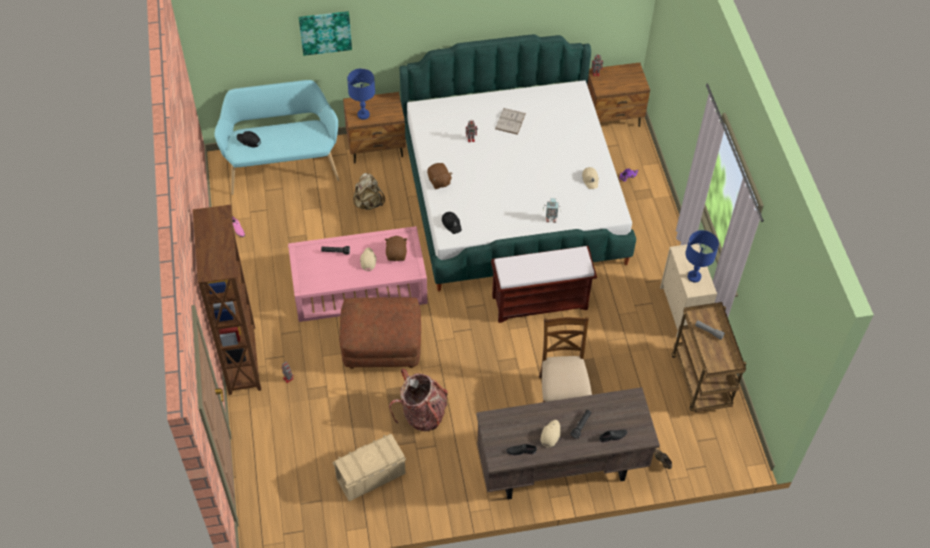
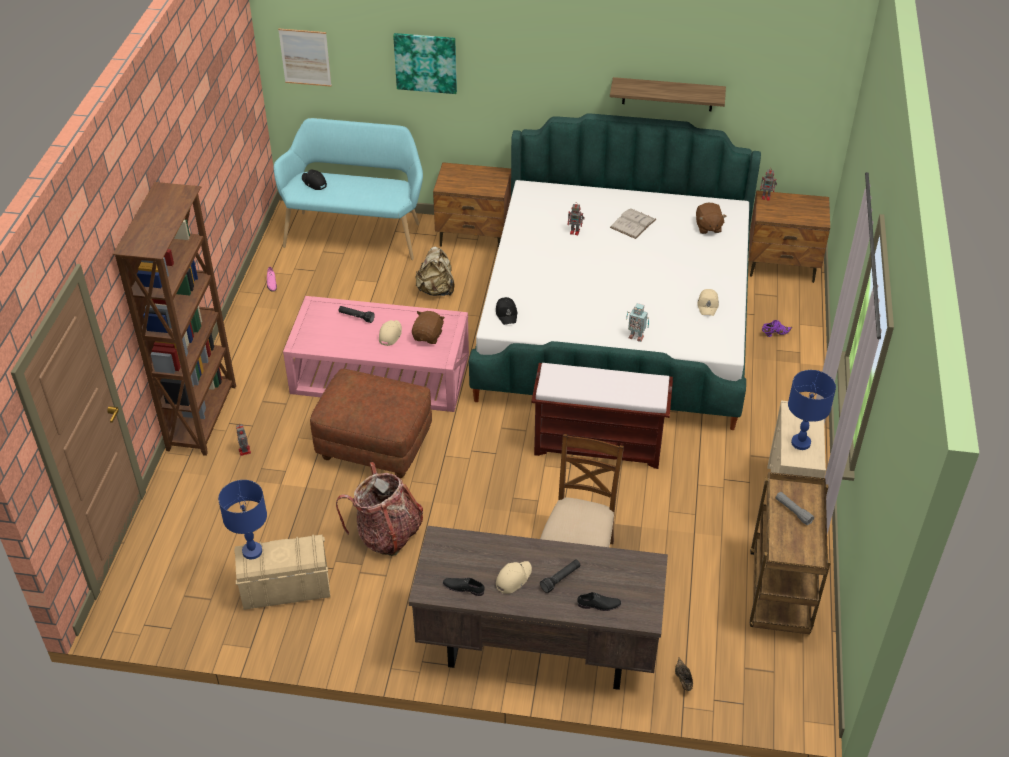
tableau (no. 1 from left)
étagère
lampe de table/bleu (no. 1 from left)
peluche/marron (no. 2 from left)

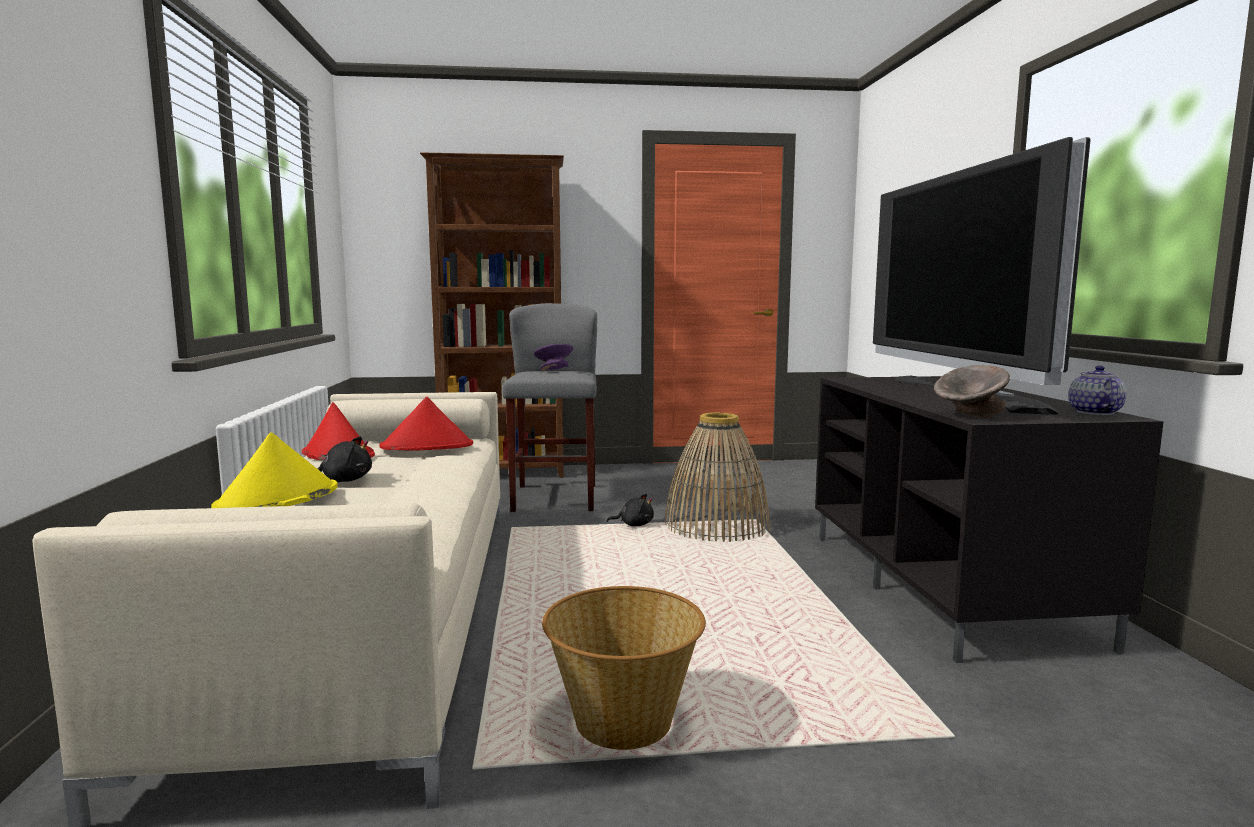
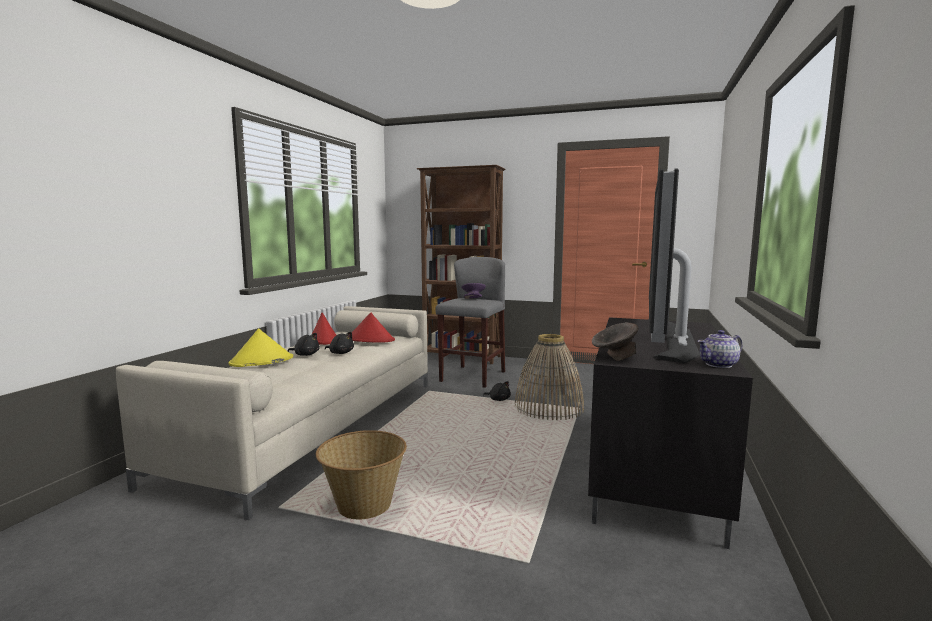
peluche/noir (no. 2 from left)
théière

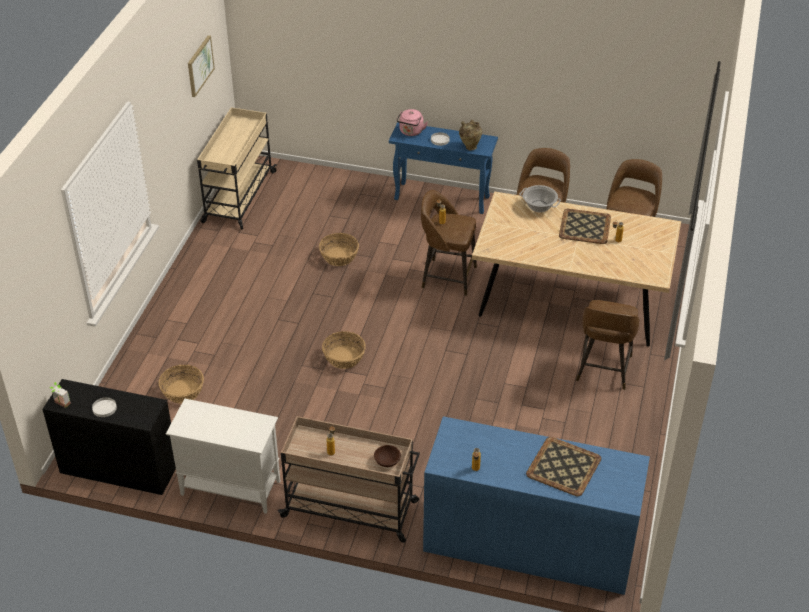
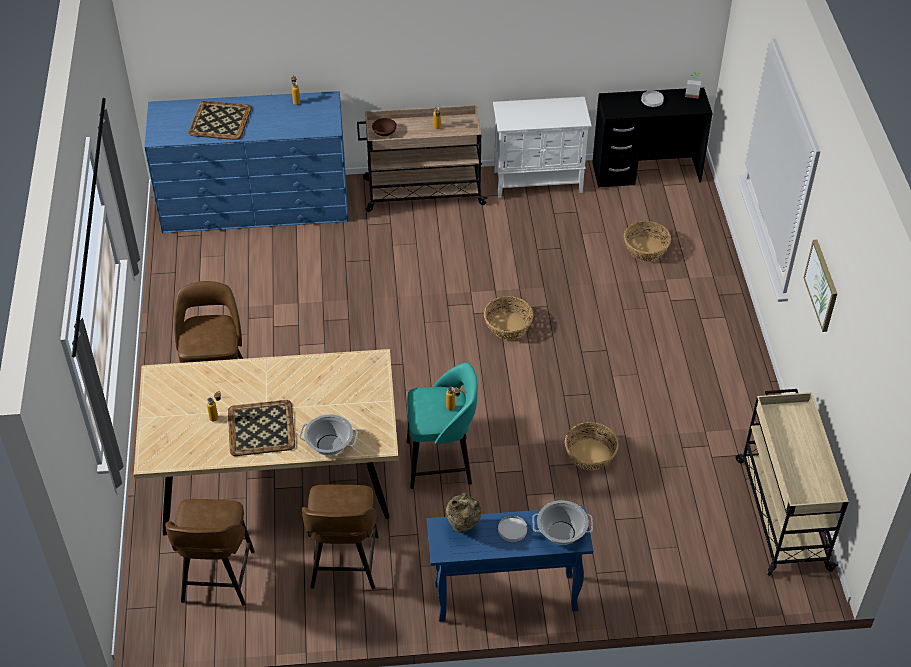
tableau
marmite (no. 2 from left)
tabouret/turquoise

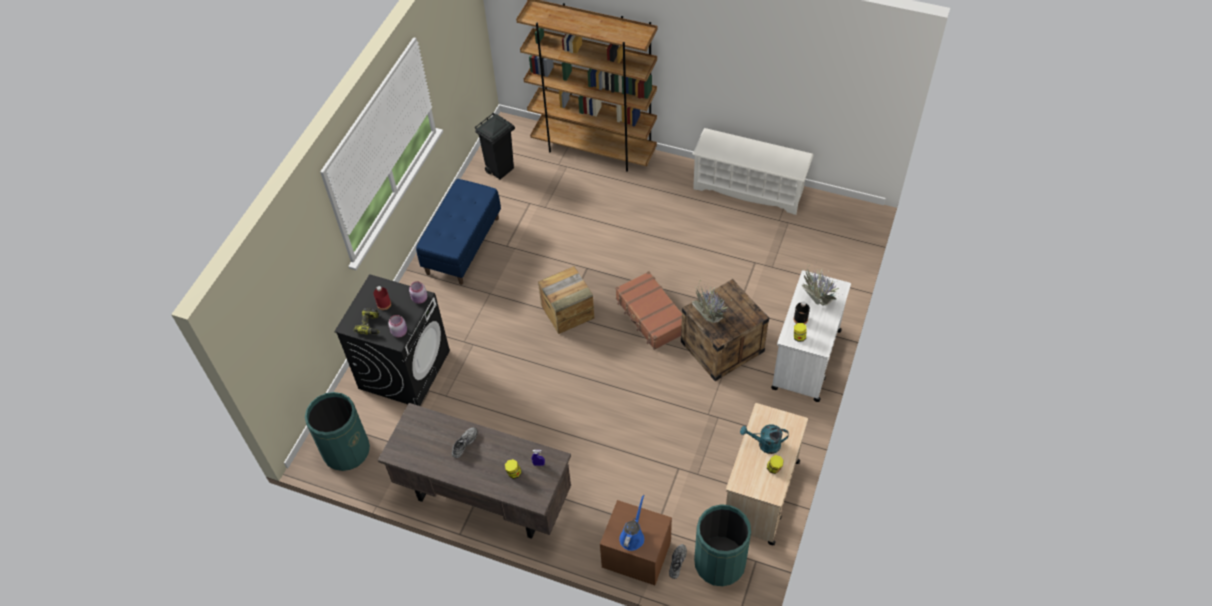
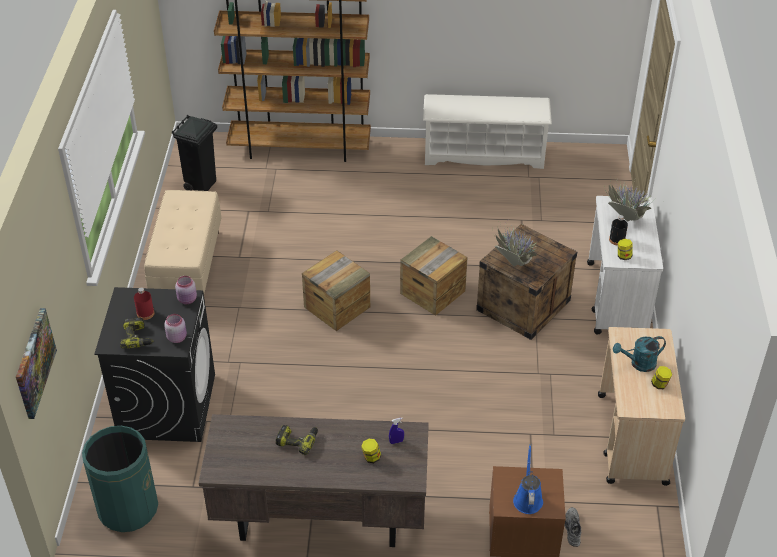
poubelle/vert (no. 2 from left in the first image)
tableau
perceuse (no. 2 from left)
caisse (no. 2 from left)
banc/beige

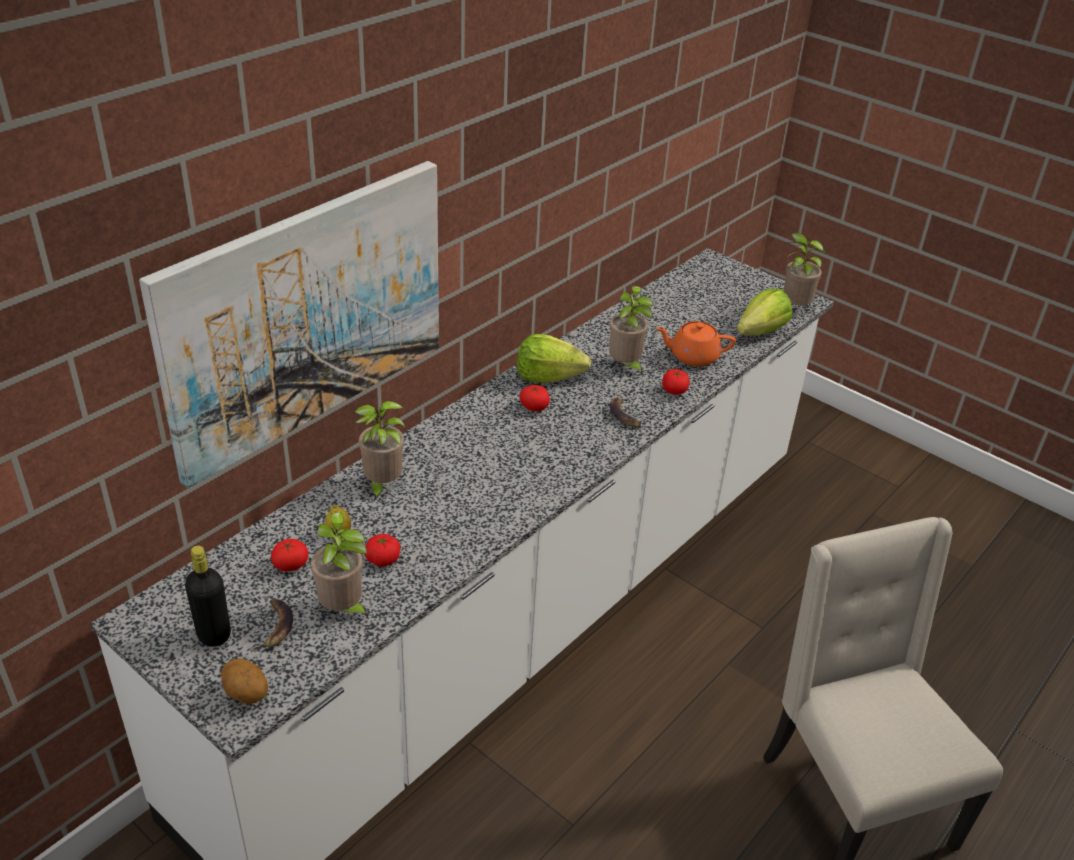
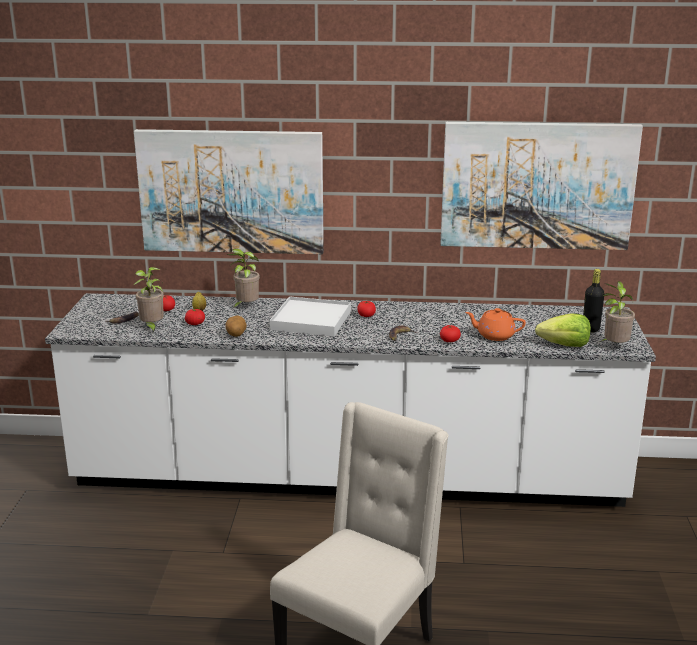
laitue (no. 1 from left in the first image)
plante en pot (no. 3 from left in the first image)
plateau/blanc
tableau (no. 2 from left)
bouteille/noir
pomme de terre
théière/orange

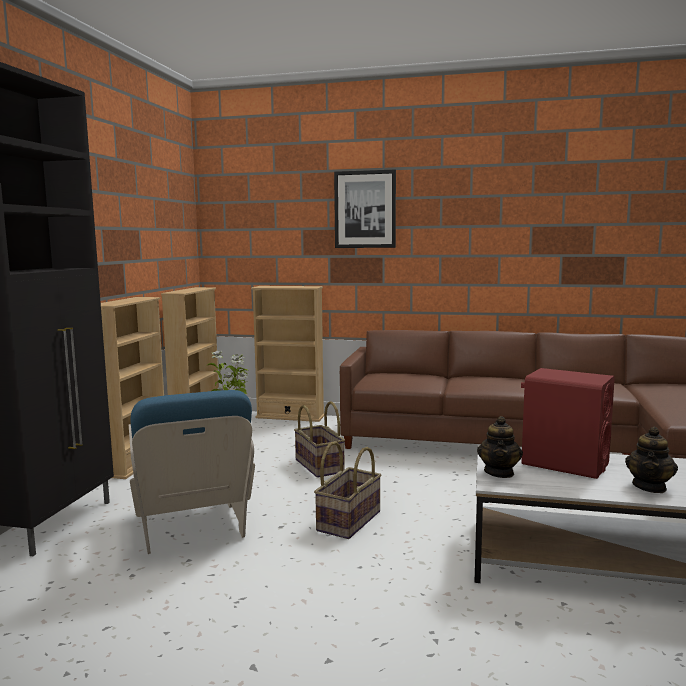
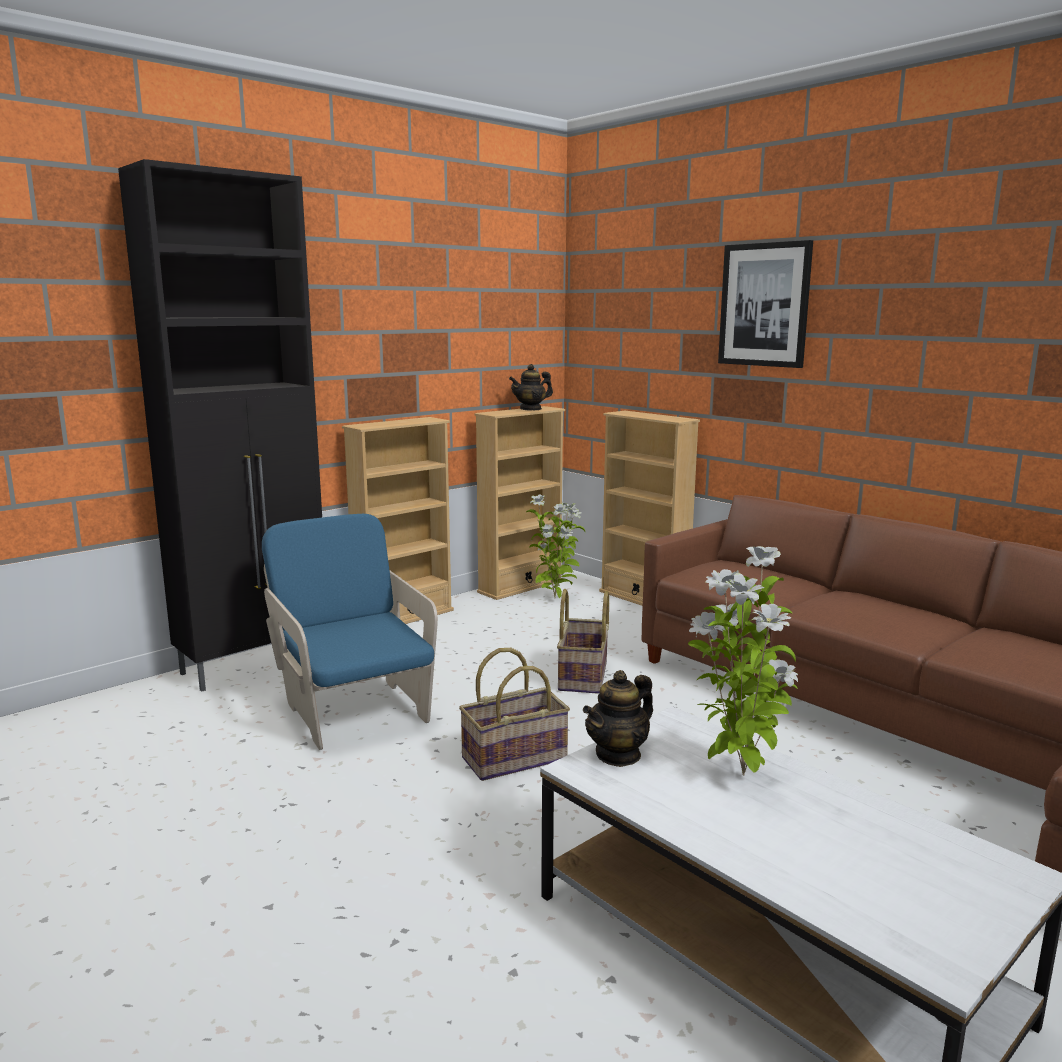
théière (no. 1 from left)
plante en pot (no. 2 from left)
fauteuil/bleu

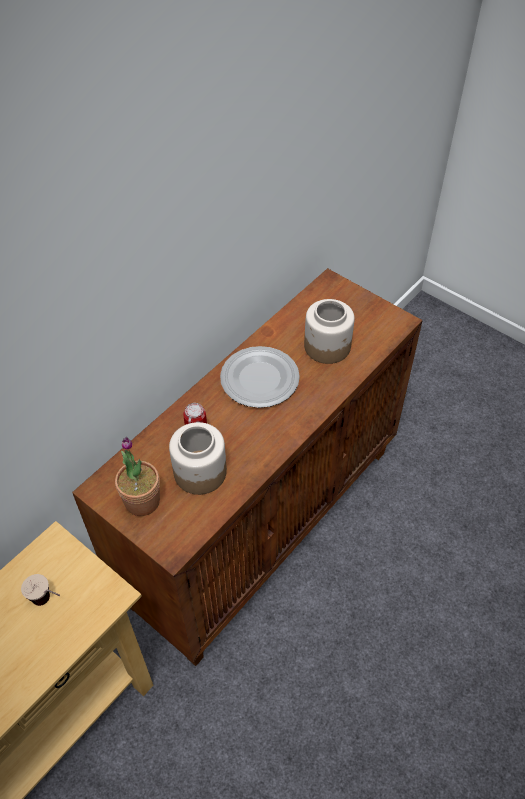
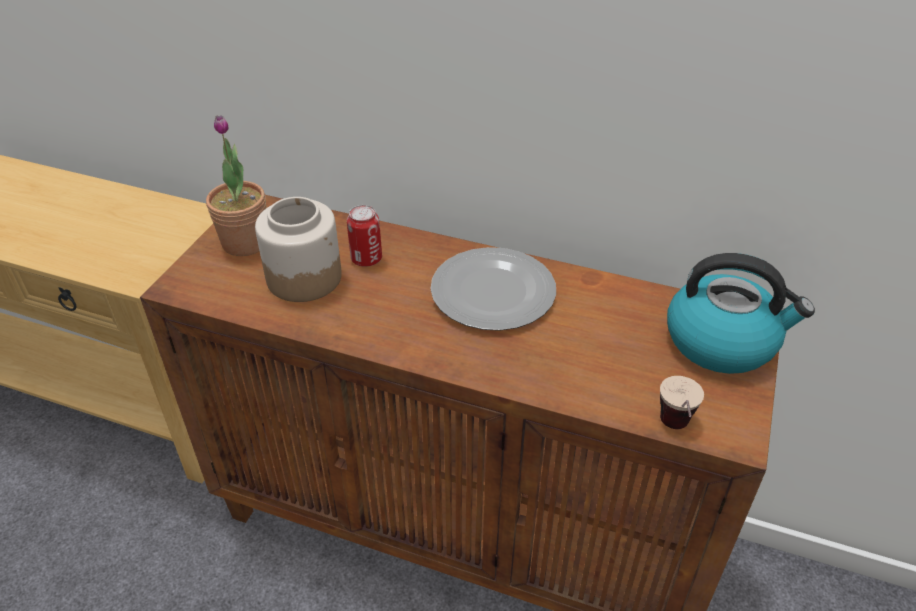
bocal (no. 2 from left in the first image)
bouilloire
tasse

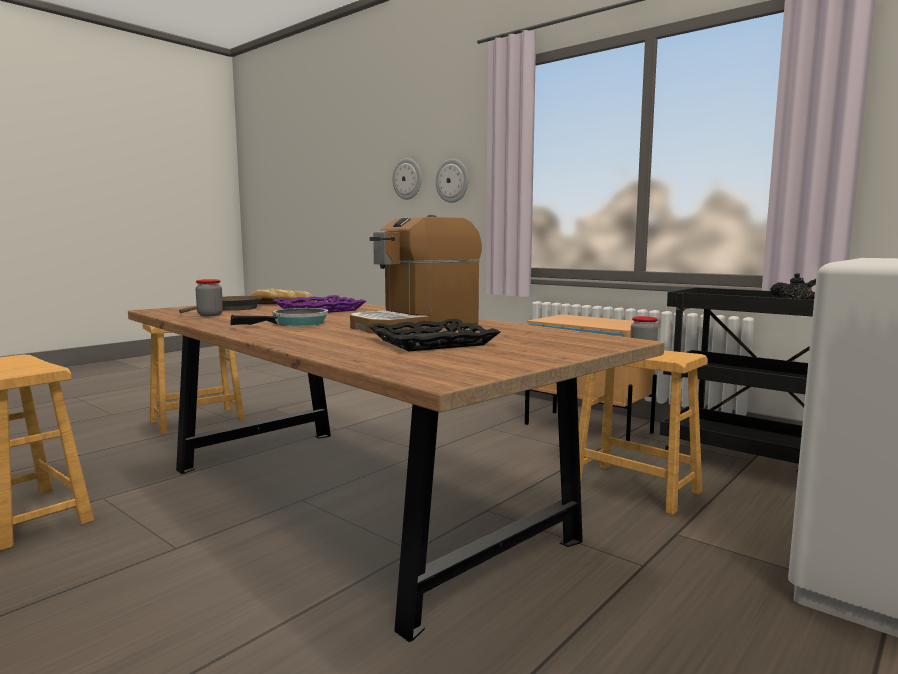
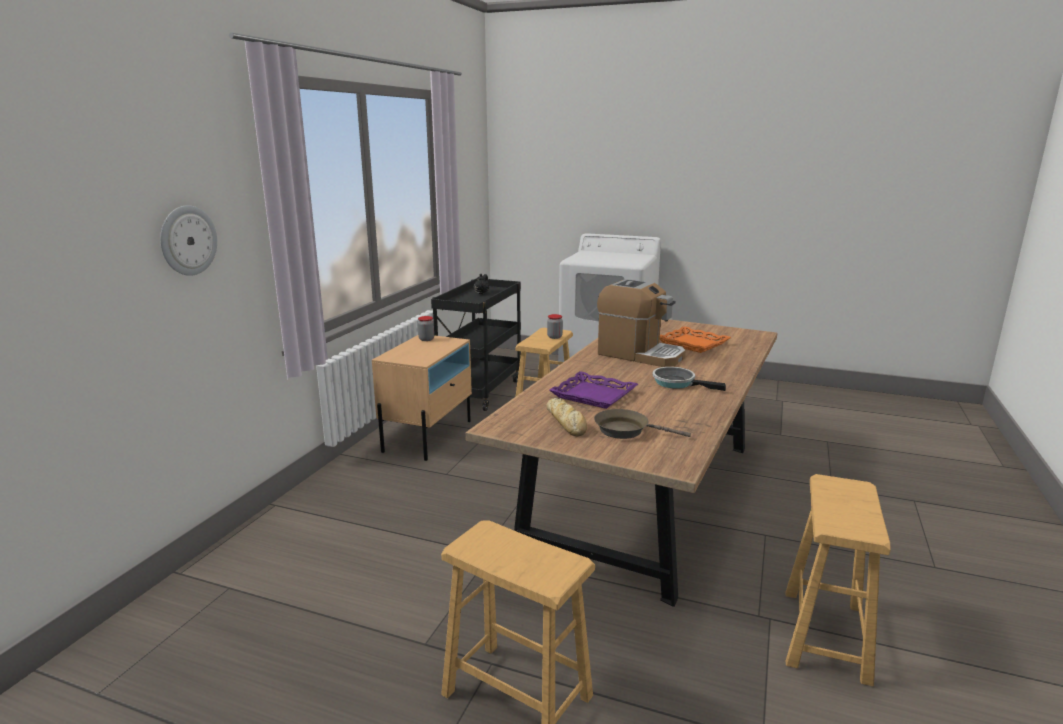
horloge murale (no. 1 from left in the first image)
bocal (no. 1 from left)
plateau/orange

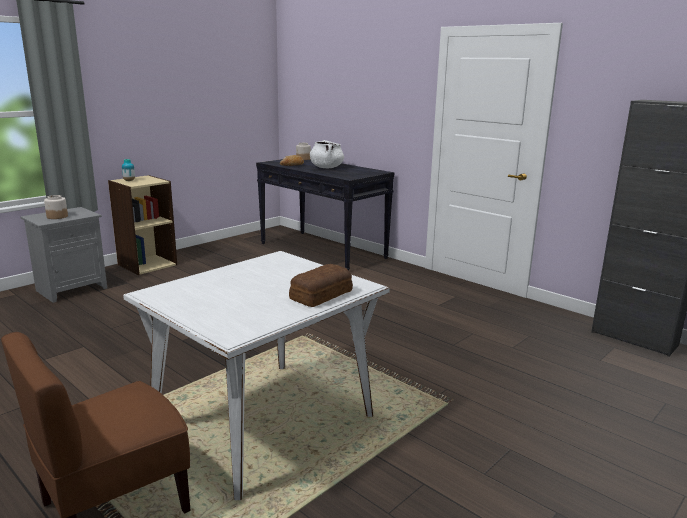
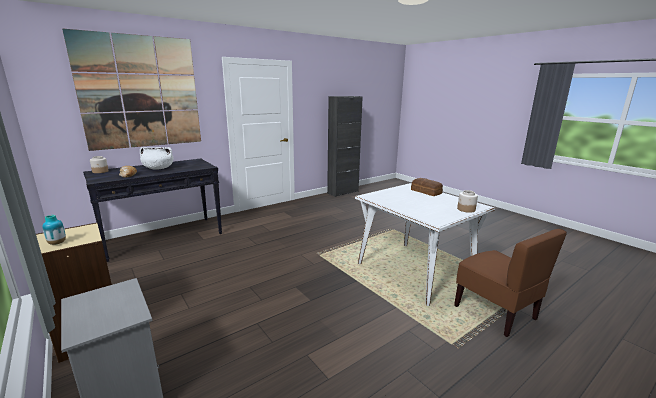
tableau
bocal (no. 2 from left)

